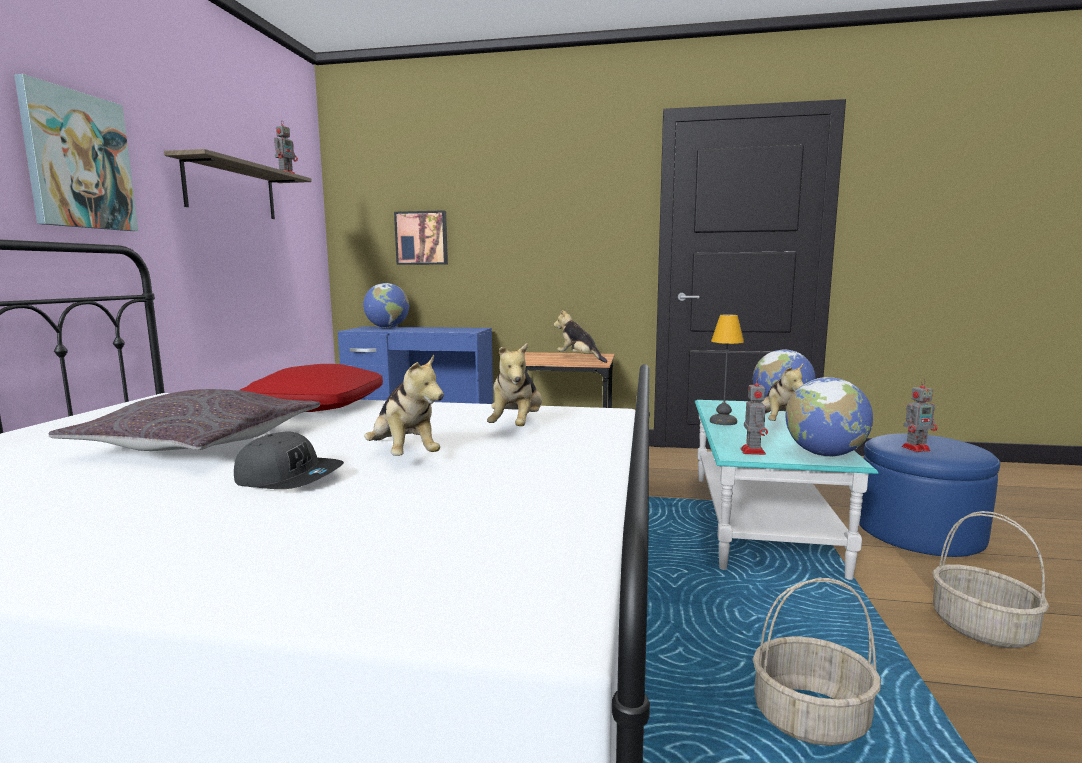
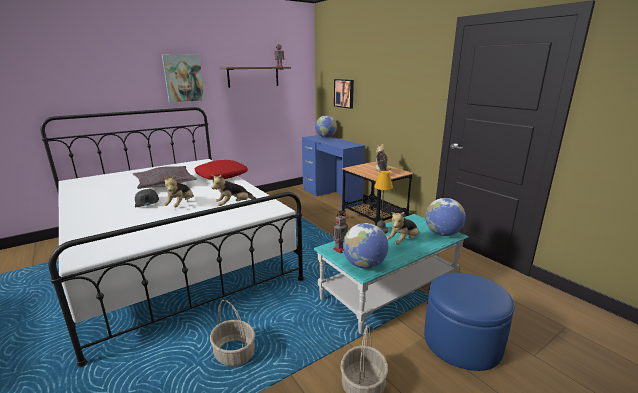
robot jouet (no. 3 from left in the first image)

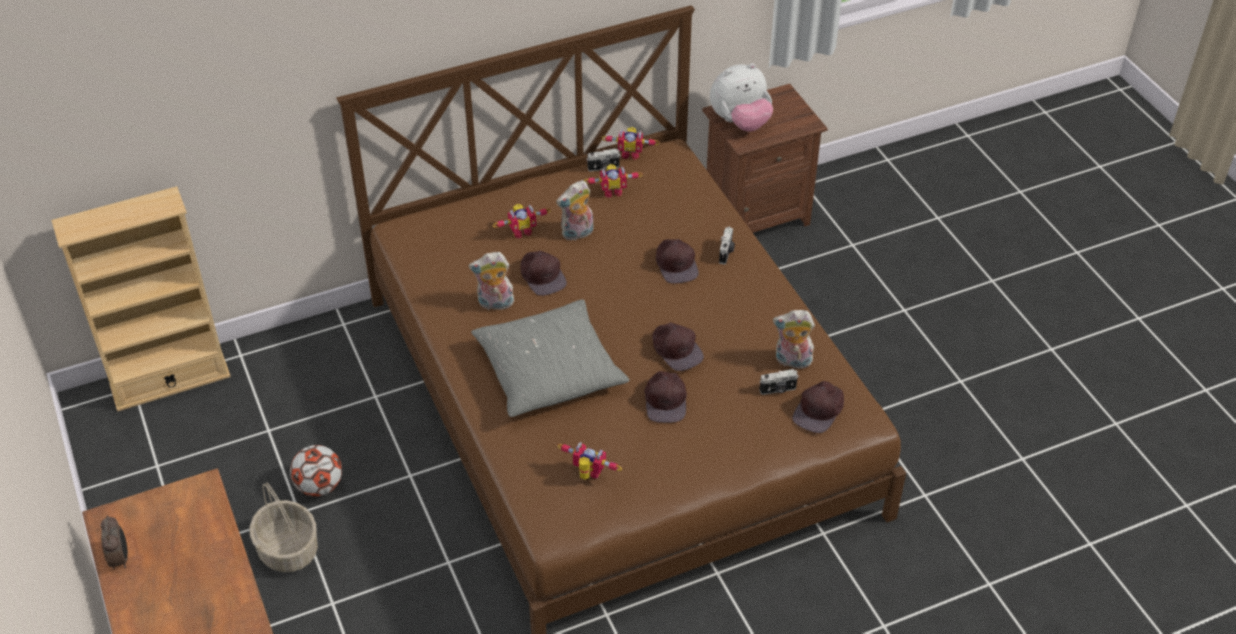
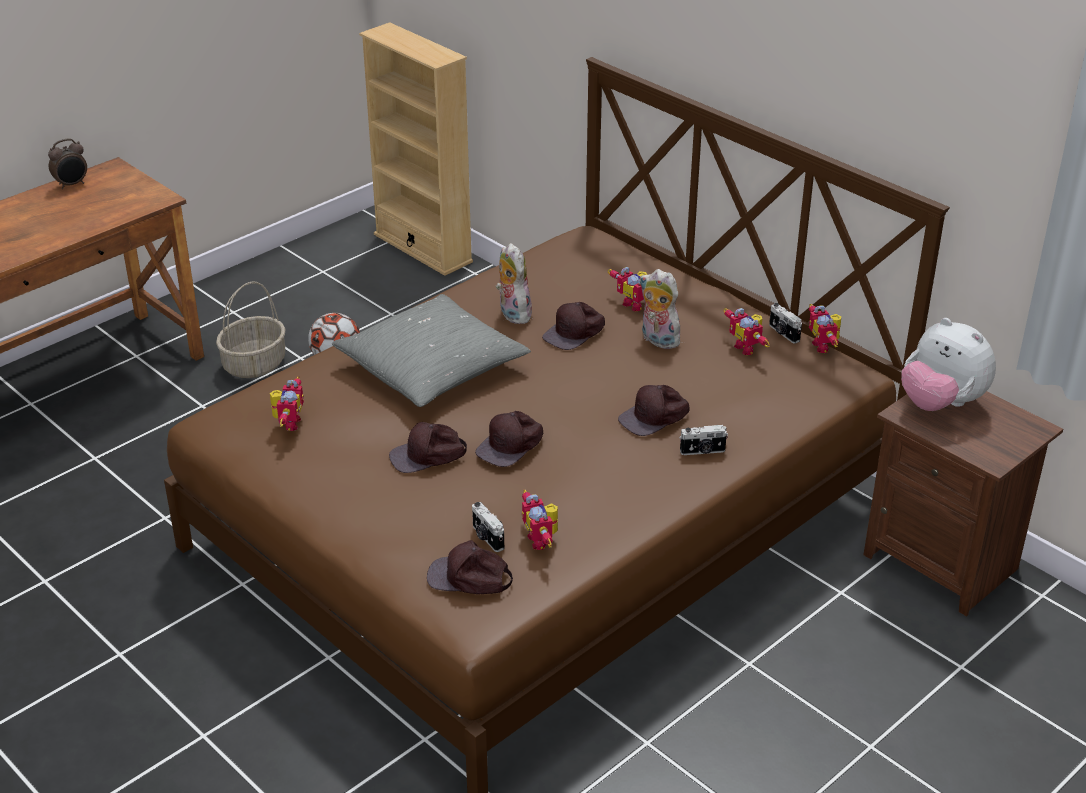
robot jouet (no. 2 from left)

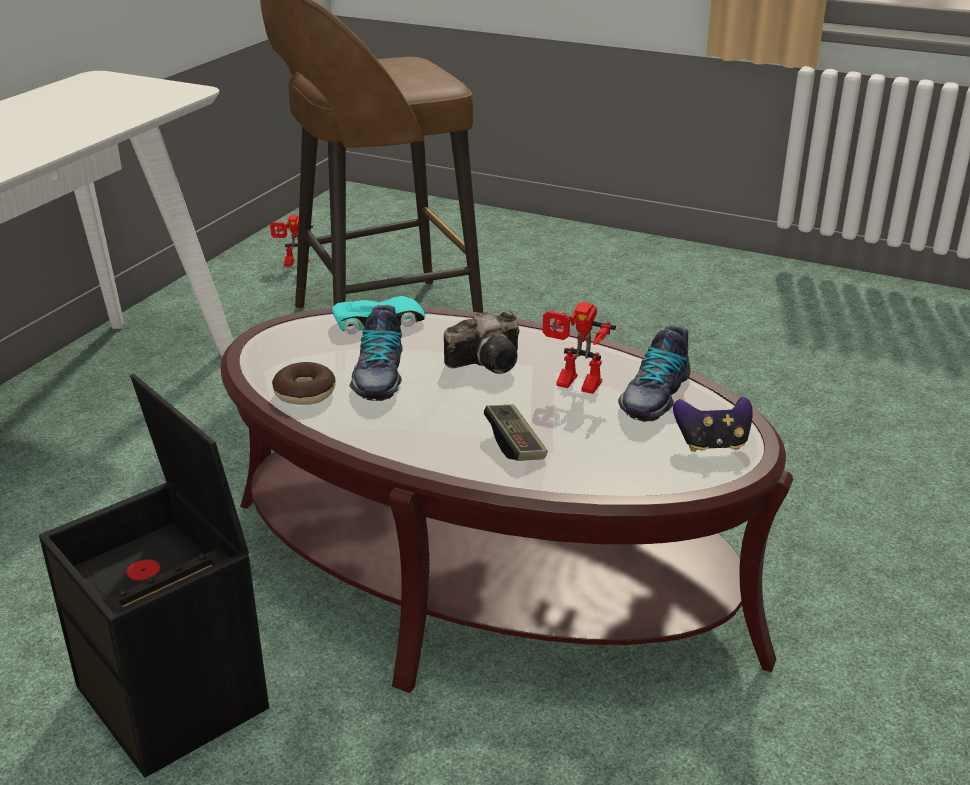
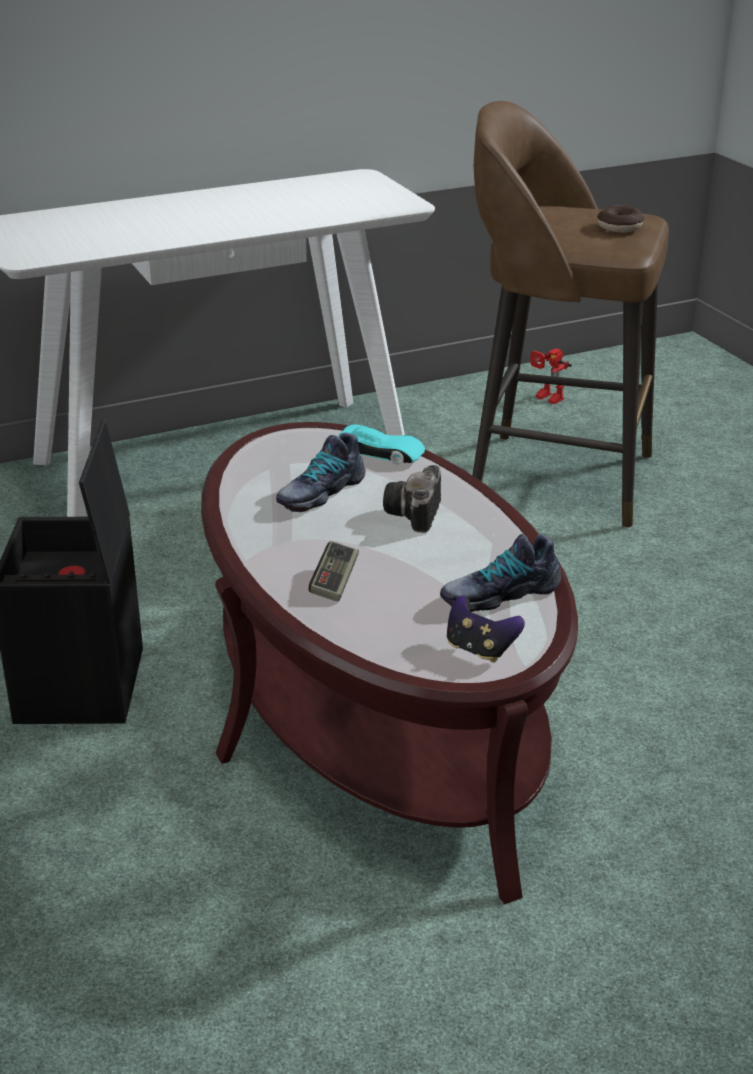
robot jouet (no. 2 from left in the first image)
beignet
appareil photo

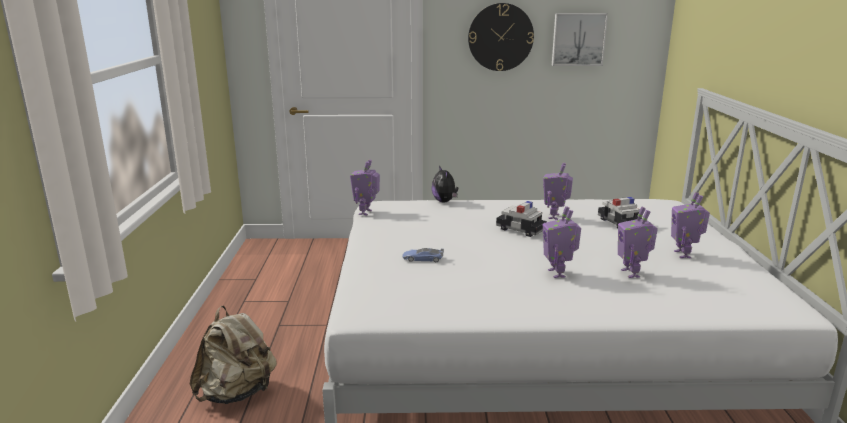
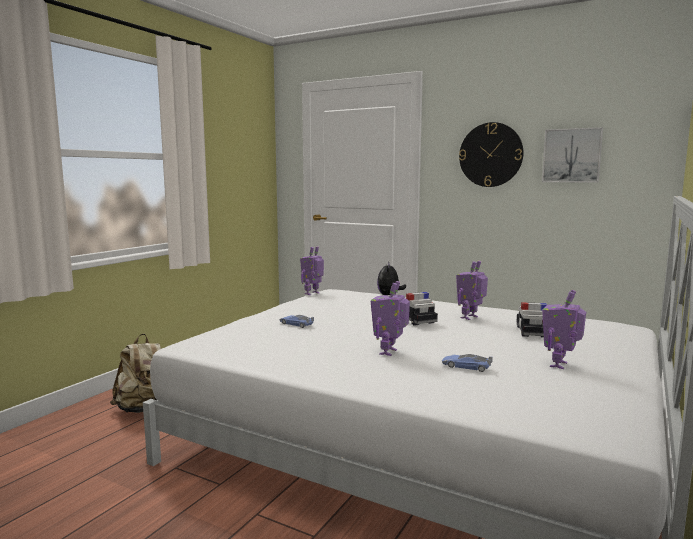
petite voiture (no. 3 from left)

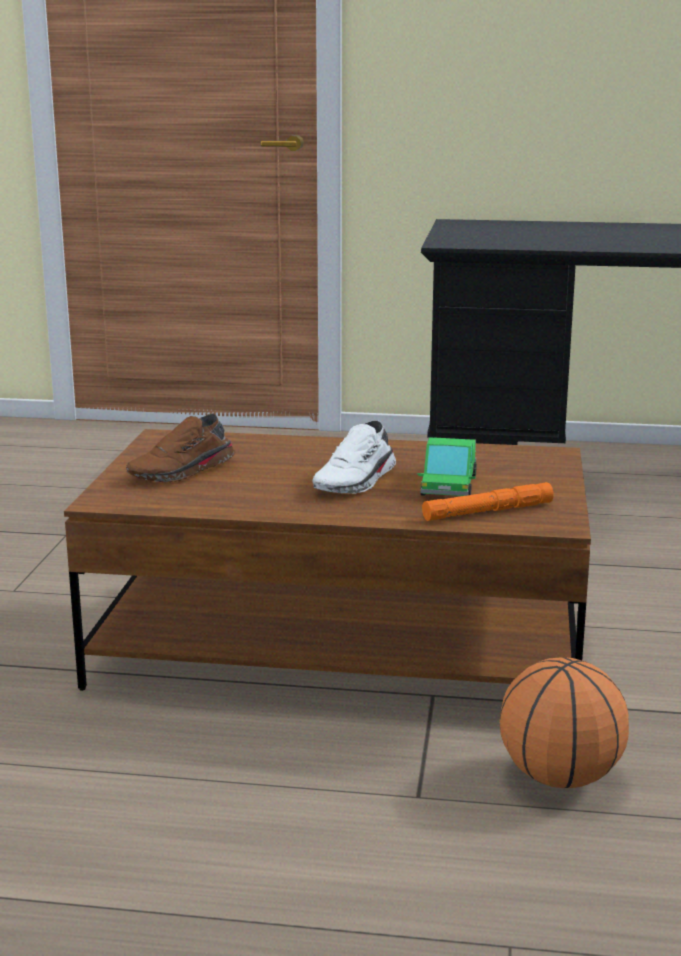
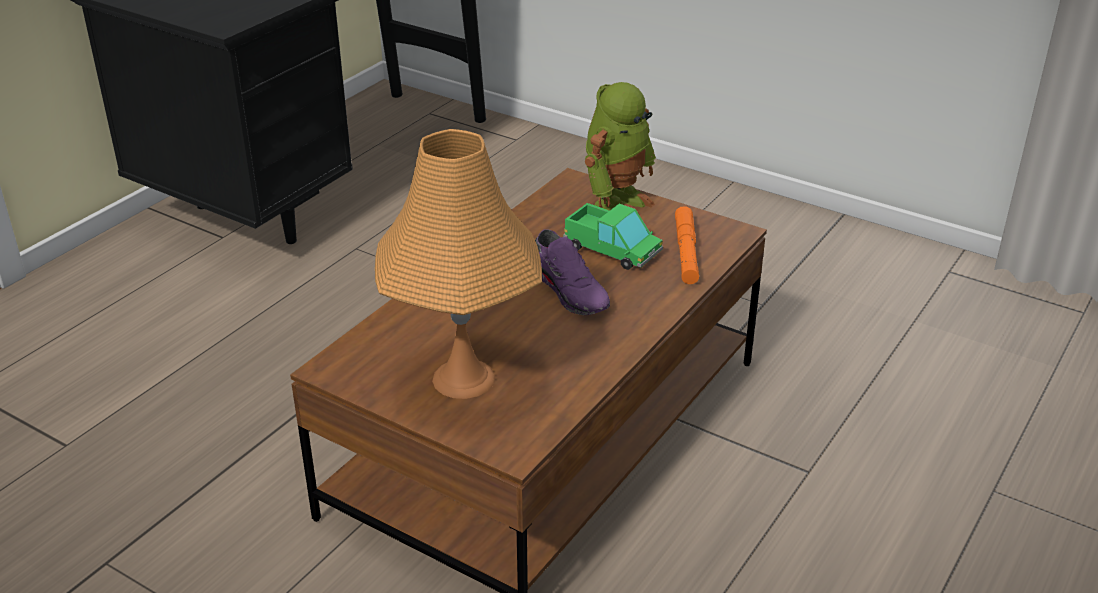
ballon de basket
robot jouet
lampe de table/orange
chaussure/violet

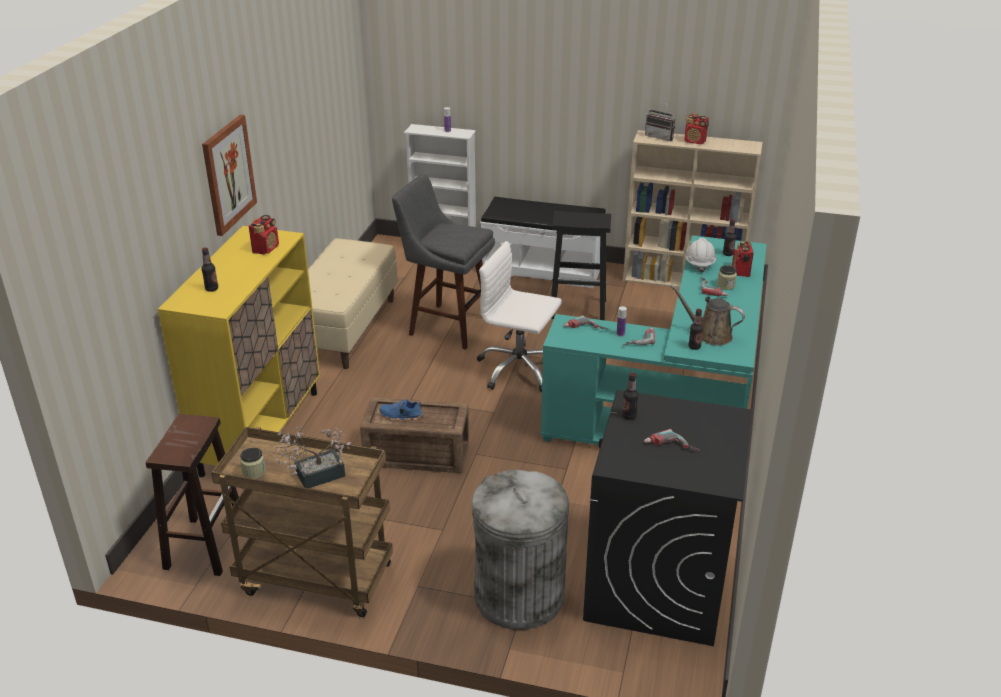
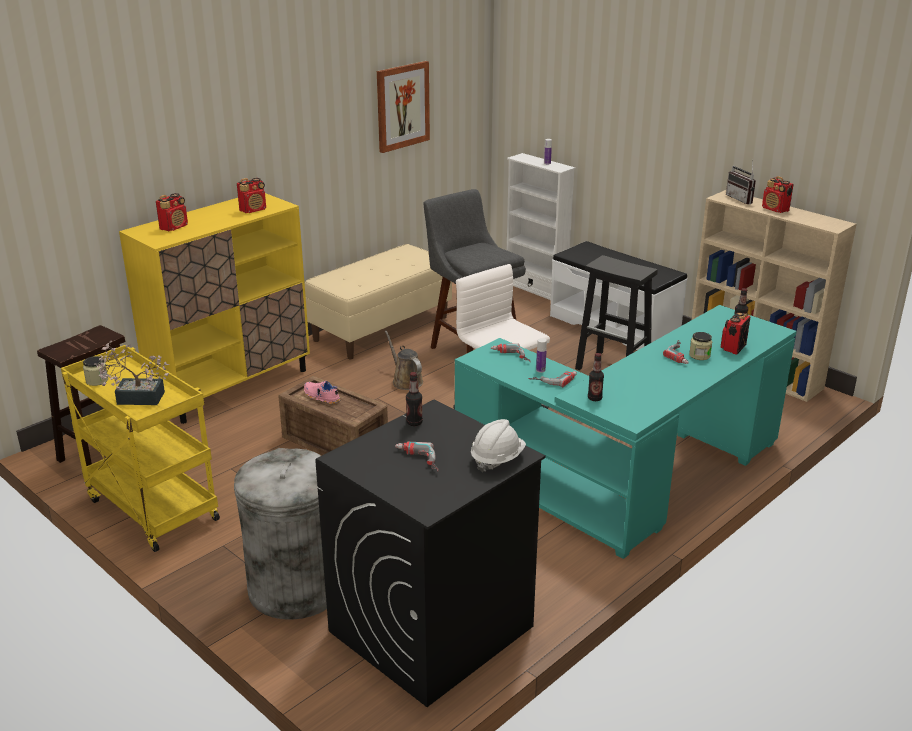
tableau
arrosoir/marron
casque de chantier/blanc
radio (no. 1 from left)
chariot/jaune
chaussure/rose

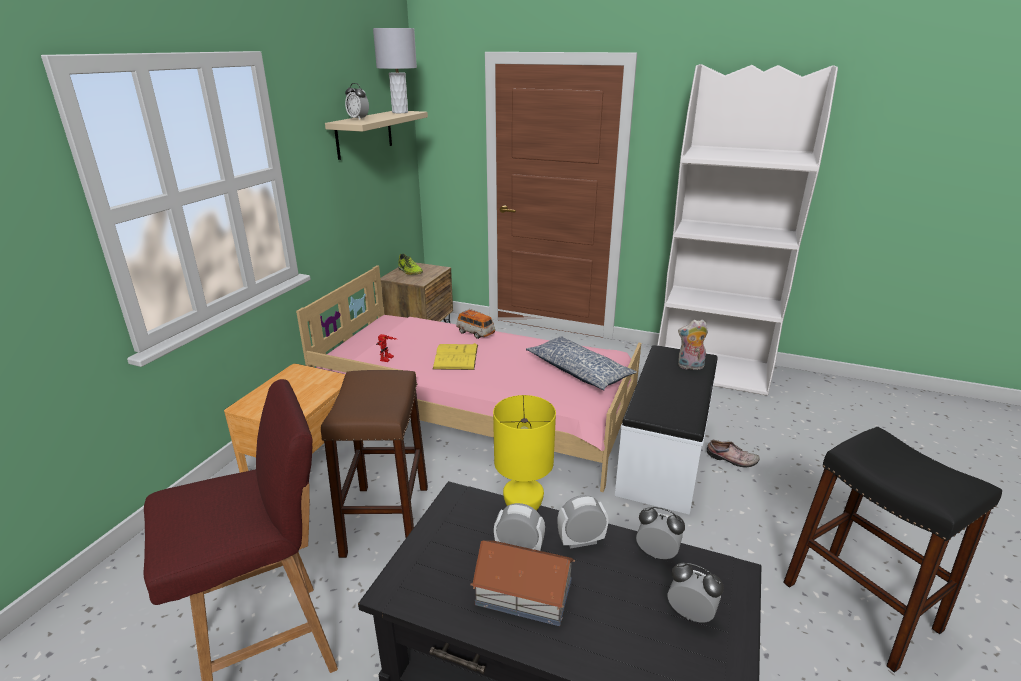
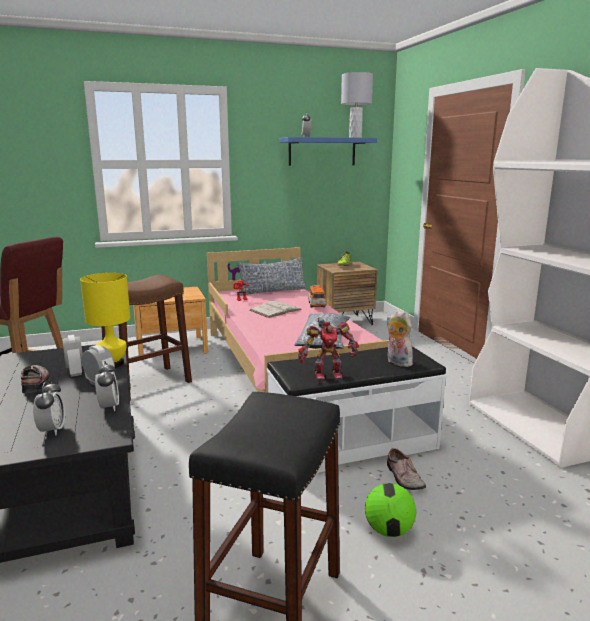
coussin (no. 1 from left)
robot jouet (no. 2 from left)
ballon de foot
chaussure (no. 1 from left)
étagère/bleu
livre/blanc

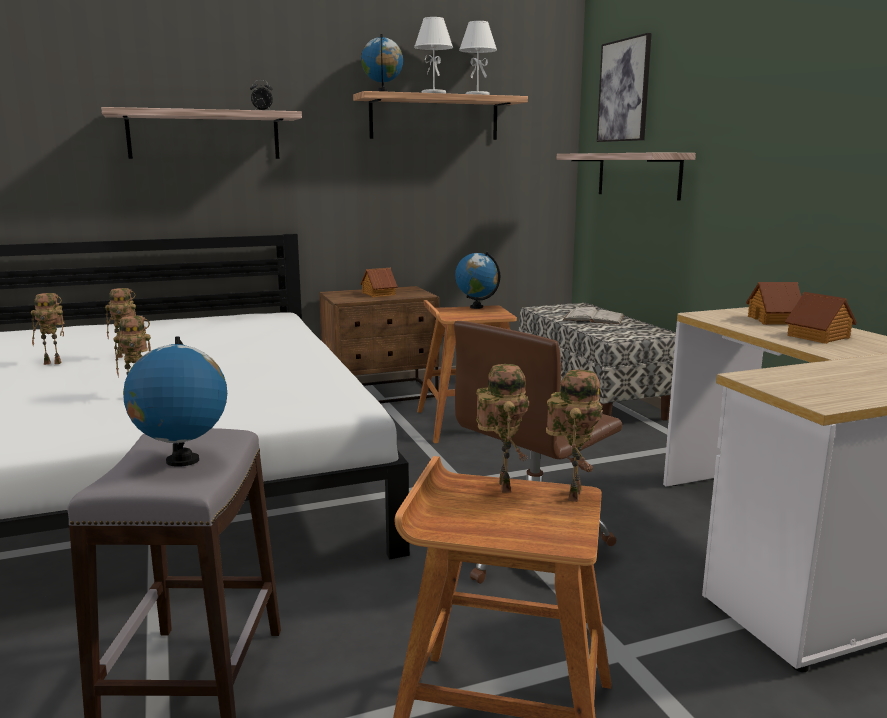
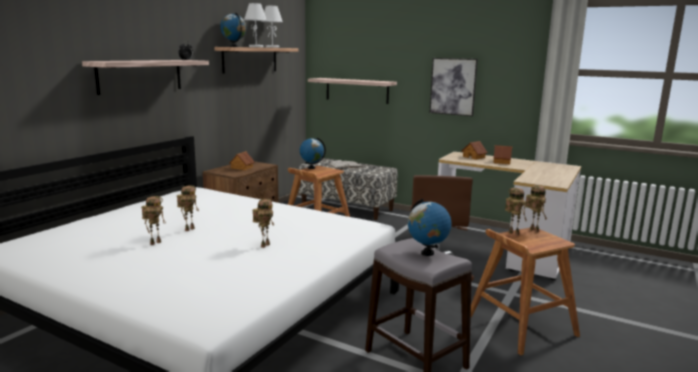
tableau

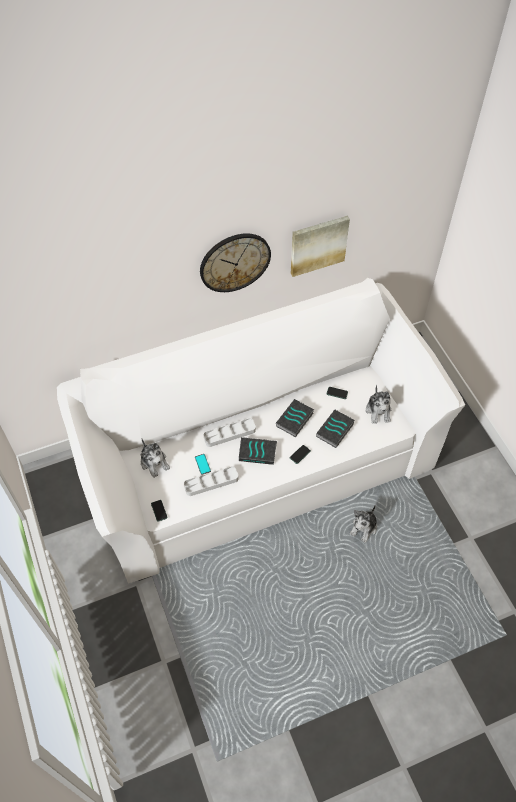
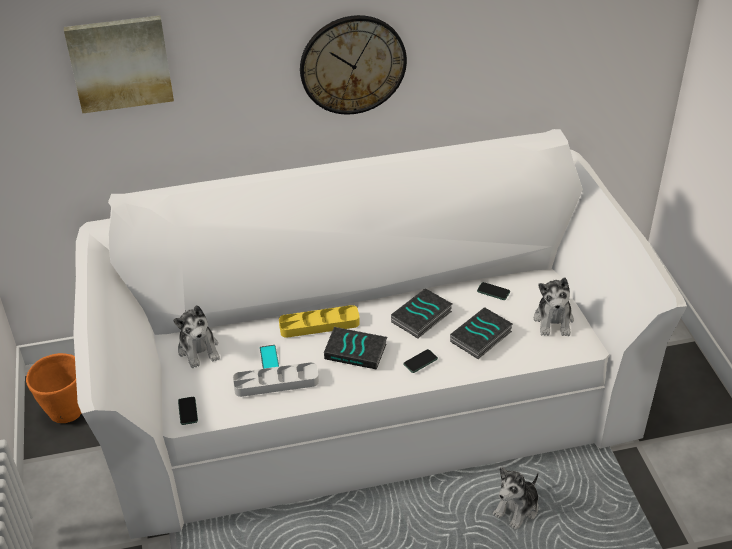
cache-pot/orange
tableau
plateau/jaune

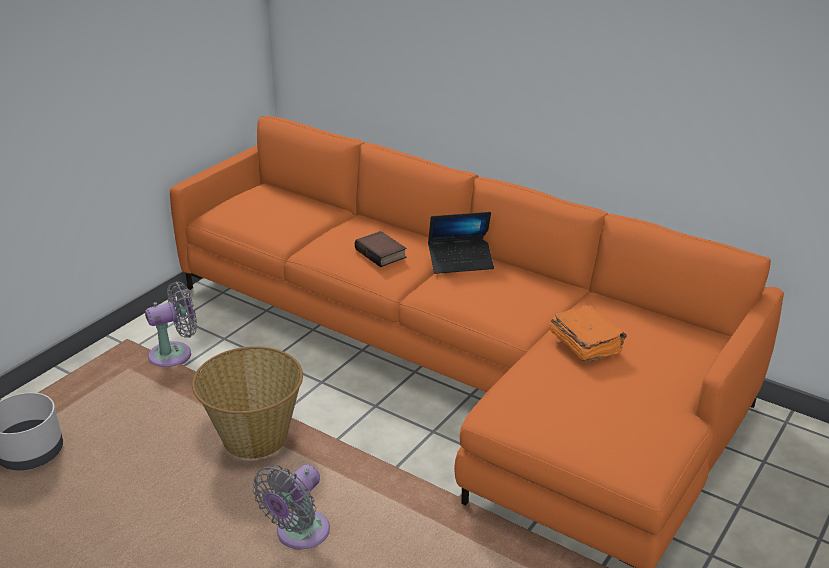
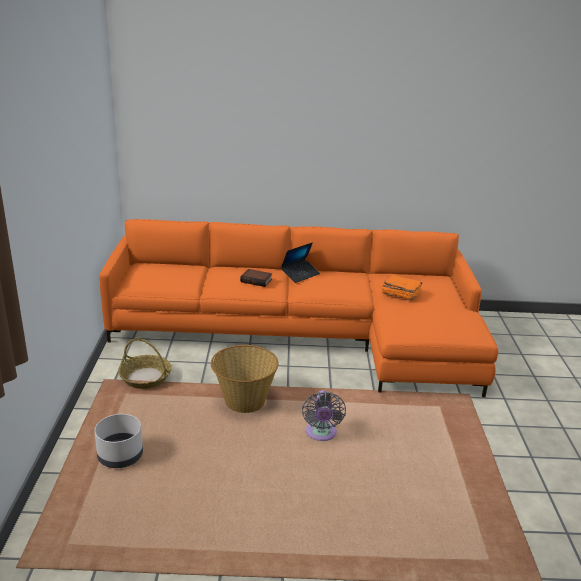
panier (no. 1 from left)

